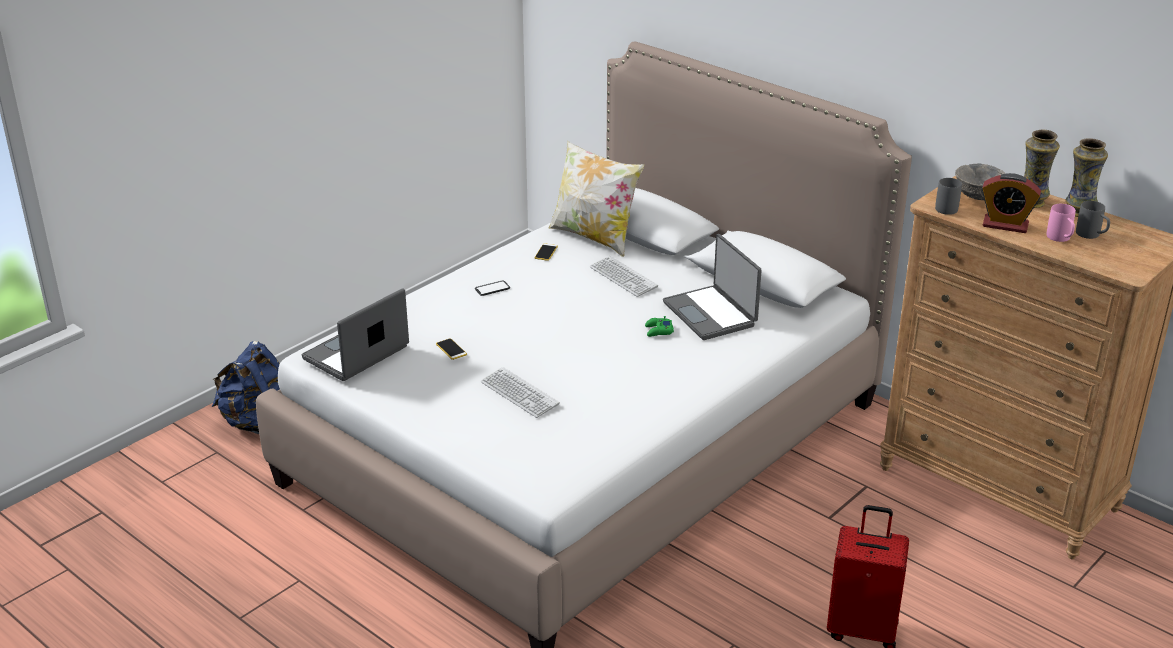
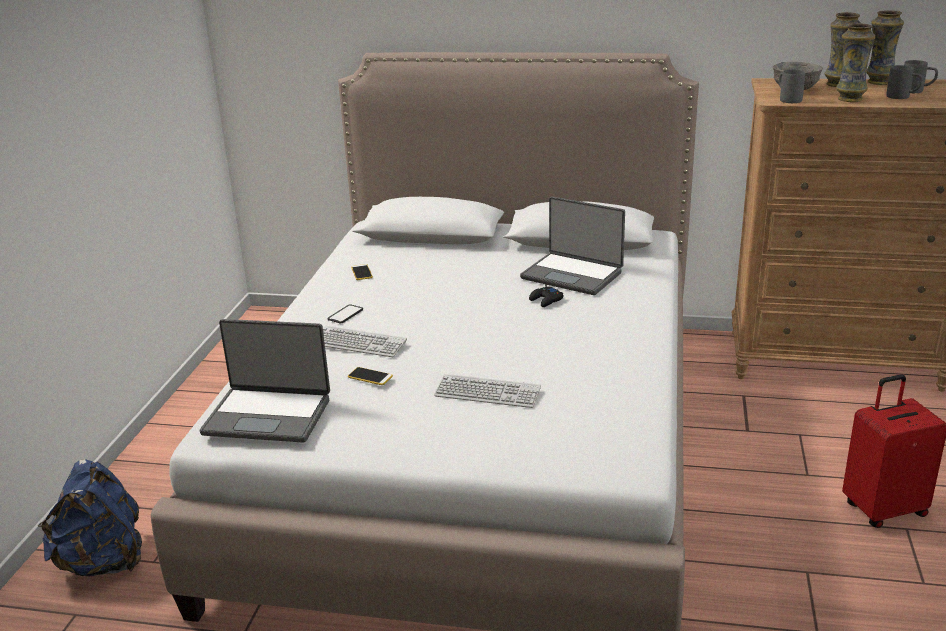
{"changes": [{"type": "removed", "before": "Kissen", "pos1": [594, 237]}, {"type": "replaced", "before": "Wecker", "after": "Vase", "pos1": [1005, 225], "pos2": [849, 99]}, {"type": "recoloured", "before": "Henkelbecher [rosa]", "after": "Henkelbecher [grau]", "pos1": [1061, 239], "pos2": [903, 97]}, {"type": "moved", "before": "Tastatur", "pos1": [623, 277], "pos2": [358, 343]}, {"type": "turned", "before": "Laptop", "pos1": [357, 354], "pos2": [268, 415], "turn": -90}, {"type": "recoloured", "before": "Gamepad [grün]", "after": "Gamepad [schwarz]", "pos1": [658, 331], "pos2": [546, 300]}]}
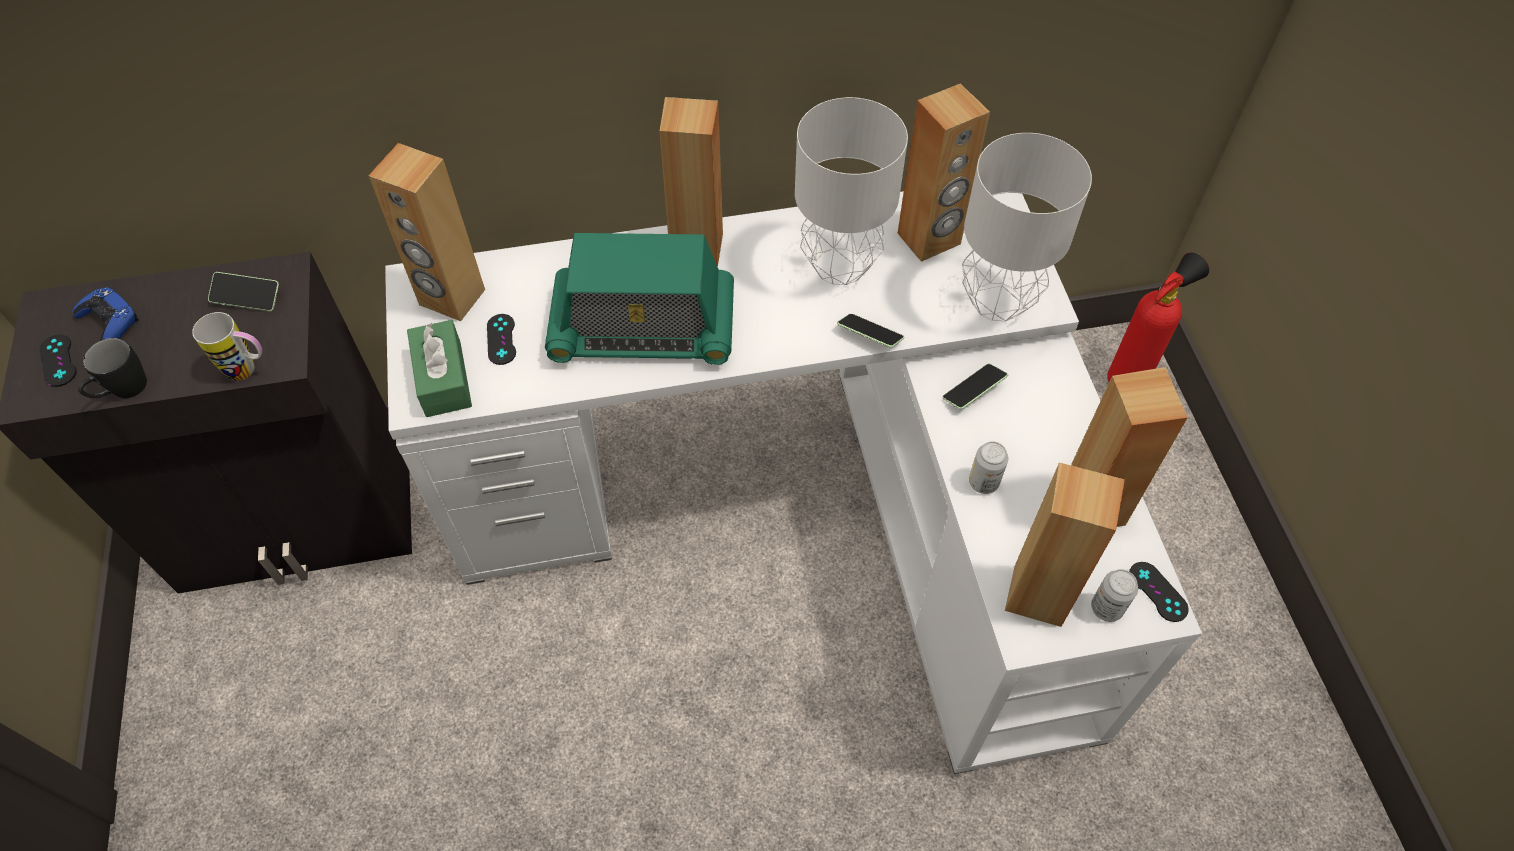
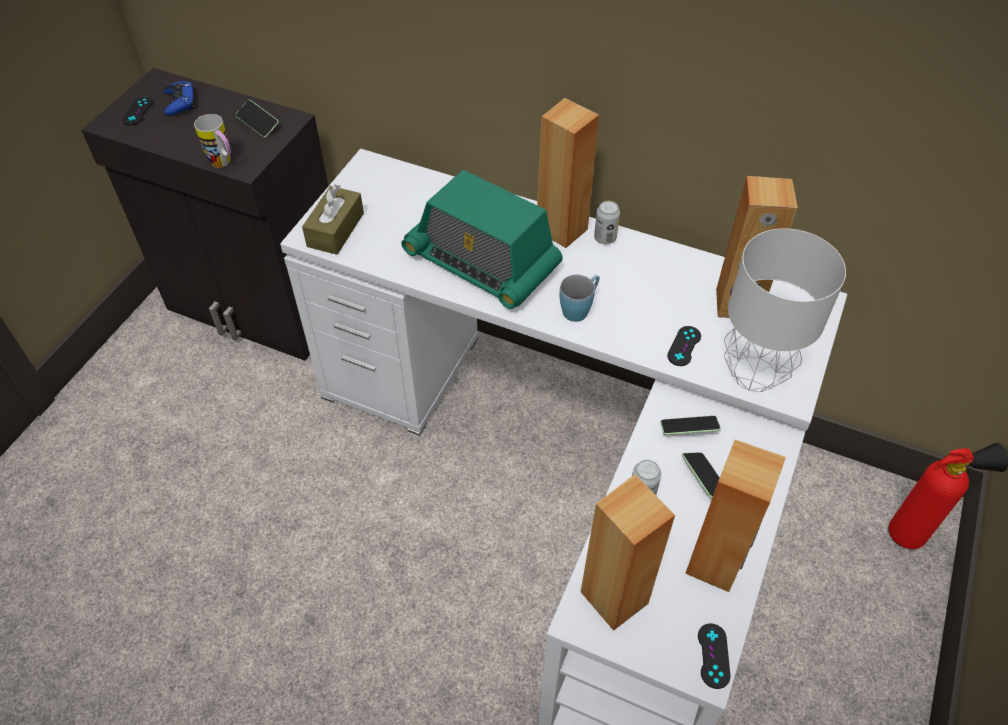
{"changes": [{"type": "removed", "before": "Tischlampe [grau]", "pos1": [839, 268]}, {"type": "removed", "before": "Lautsprecher [braun]", "pos1": [451, 298]}, {"type": "moved", "before": "Gamepad [schwarz]", "pos1": [501, 339], "pos2": [684, 346]}, {"type": "moved", "before": "Handy", "pos1": [869, 336], "pos2": [704, 479]}, {"type": "recoloured", "before": "Taschentuchbox [grün]", "after": "Taschentuchbox [braun]", "pos1": [443, 379], "pos2": [335, 230]}, {"type": "removed", "before": "Henkelbecher [schwarz]", "pos1": [123, 391]}, {"type": "moved", "before": "Dose", "pos1": [1106, 608], "pos2": [605, 238]}, {"type": "added", "after": "Henkelbecher [blau]", "pos2": [579, 308]}]}
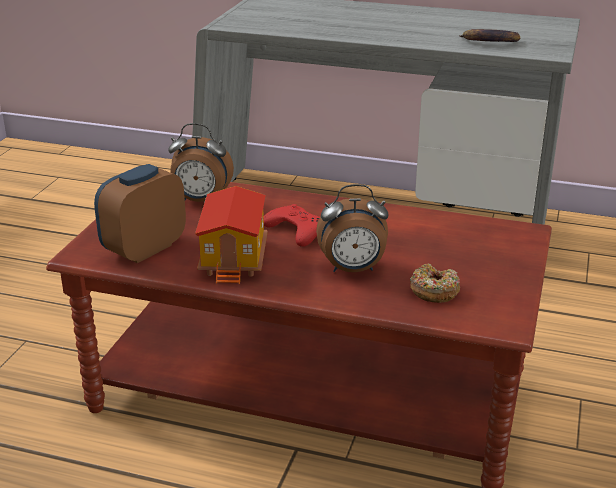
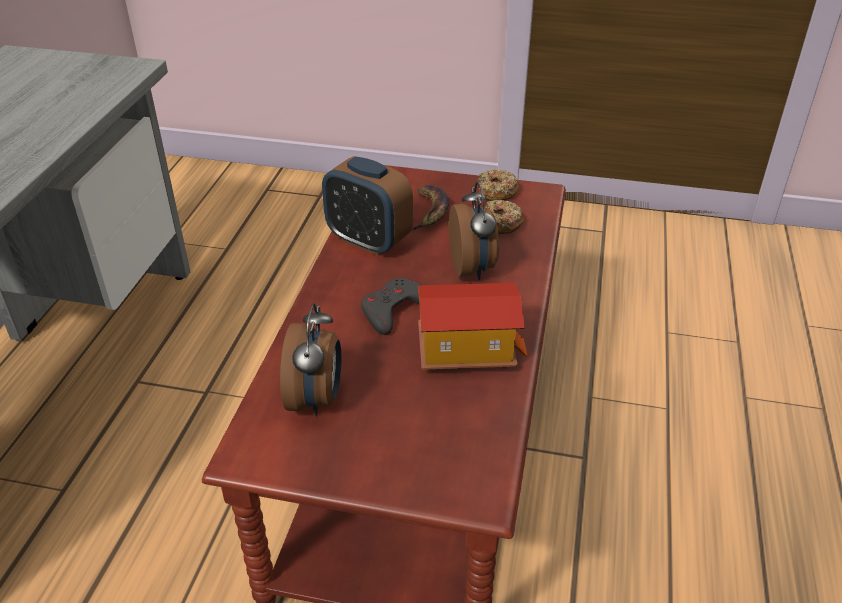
{"changes": [{"type": "moved", "before": "Banane", "pos1": [489, 42], "pos2": [429, 212]}, {"type": "moved", "before": "Wecker", "pos1": [144, 249], "pos2": [368, 240]}, {"type": "recoloured", "before": "Gamepad [rot]", "after": "Gamepad [grau]", "pos1": [295, 230], "pos2": [394, 310]}, {"type": "added", "after": "Donut", "pos2": [496, 192]}]}
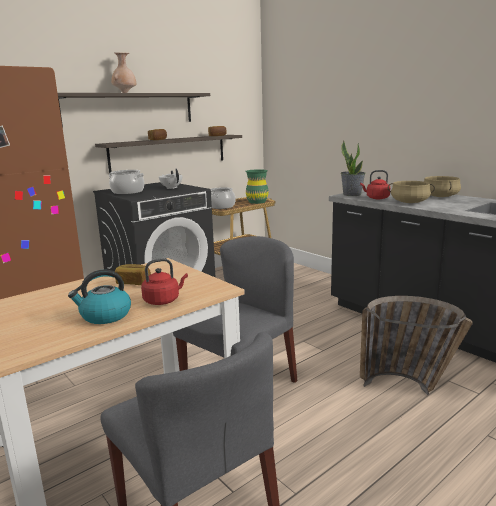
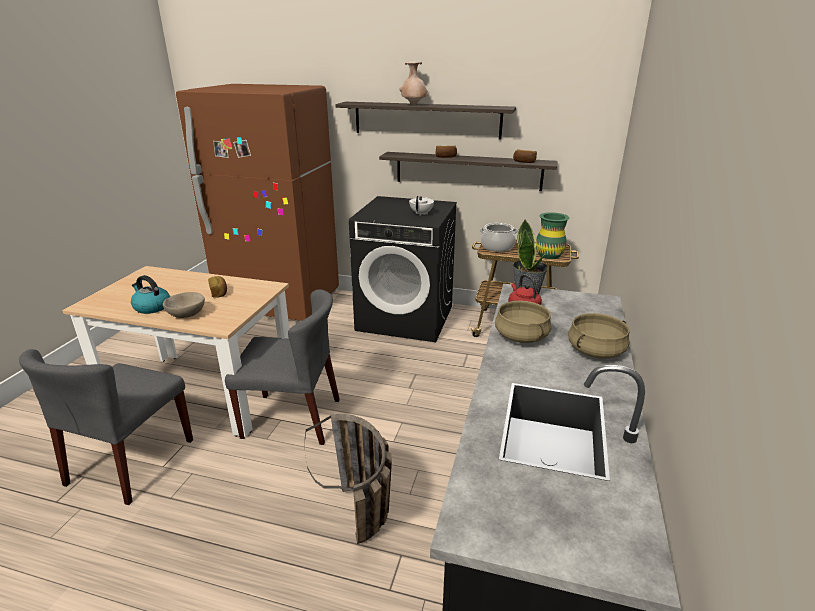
{"changes": [{"type": "removed", "before": "Kochtopf", "pos1": [127, 192]}, {"type": "replaced", "before": "Wasserkessel [rot]", "after": "Schüssel [beige]", "pos1": [163, 300], "pos2": [187, 315]}]}
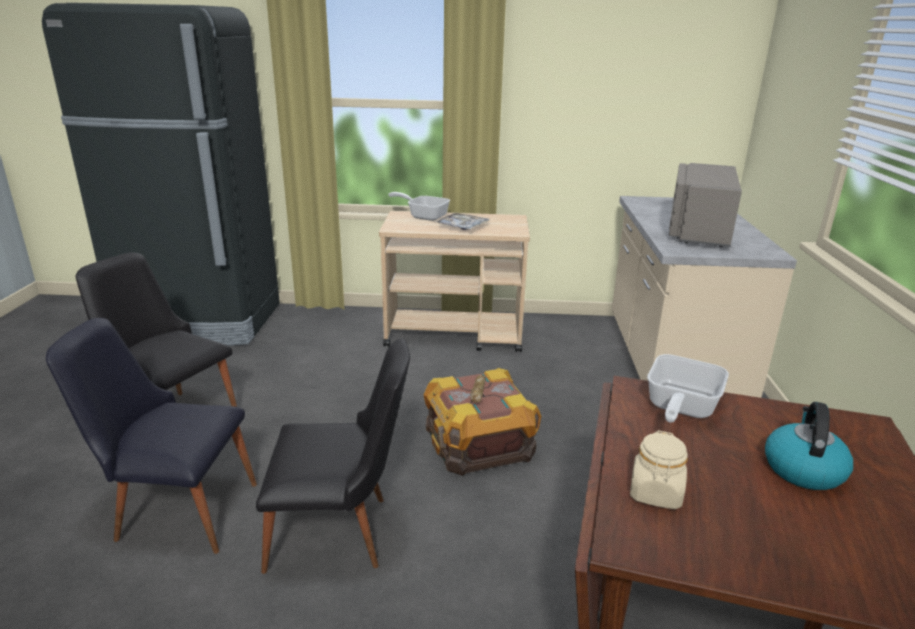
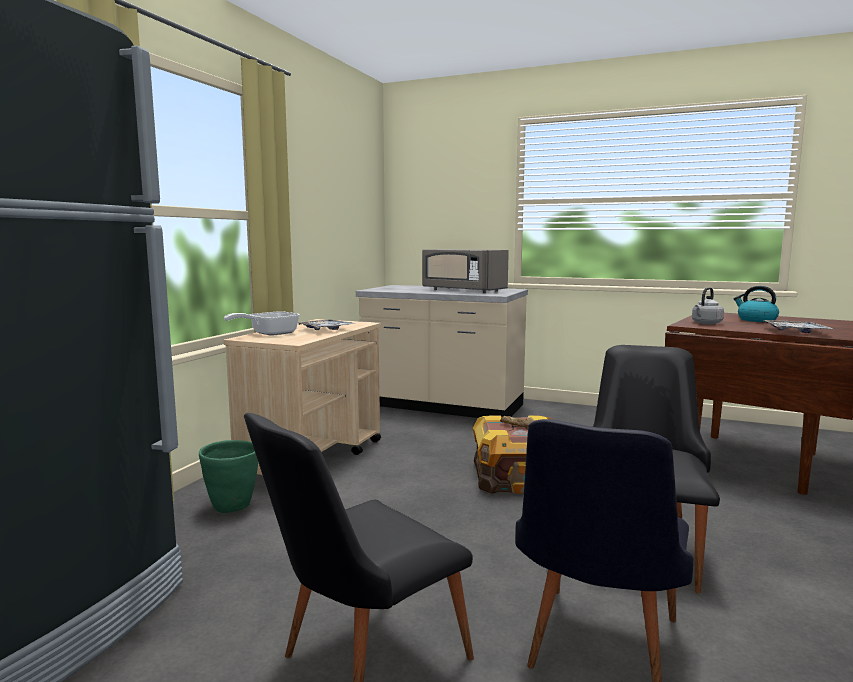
{"changes": [{"type": "replaced", "before": "Pfanne", "after": "Wasserkessel [grau]", "pos1": [679, 408], "pos2": [706, 323]}, {"type": "replaced", "before": "Vorratsglas [beige]", "after": "Tablett", "pos1": [655, 493], "pos2": [795, 331]}, {"type": "added", "after": "Pflanzkübel [grün]", "pos2": [232, 506]}]}
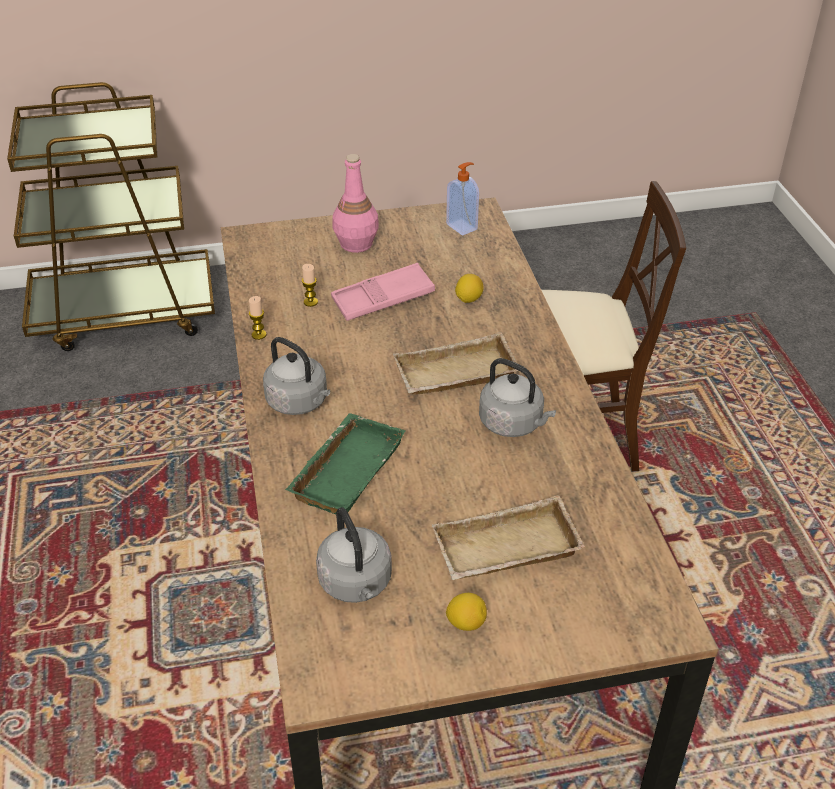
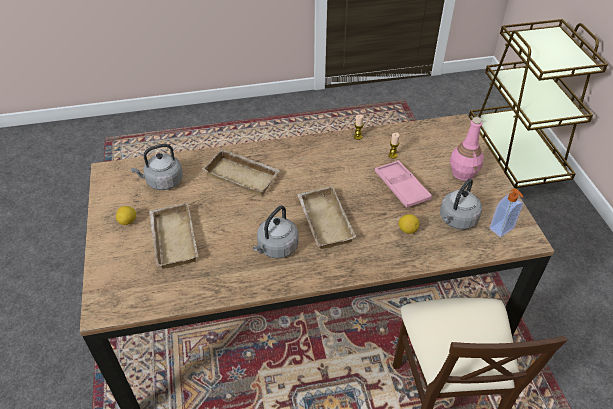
{"changes": [{"type": "moved", "before": "Wasserkessel [grau]", "pos1": [299, 402], "pos2": [457, 220]}, {"type": "recoloured", "before": "Tablett [grün]", "after": "Tablett [beige]", "pos1": [345, 469], "pos2": [243, 175]}]}
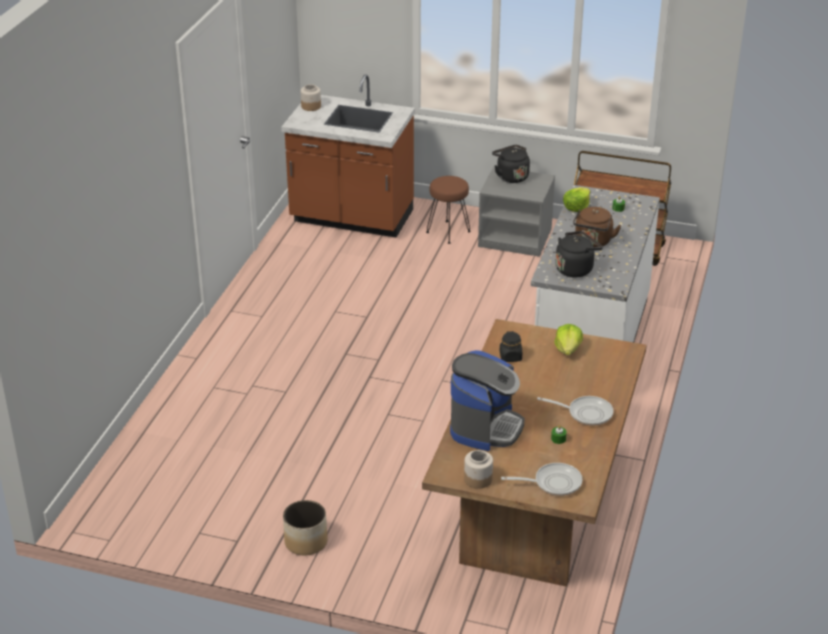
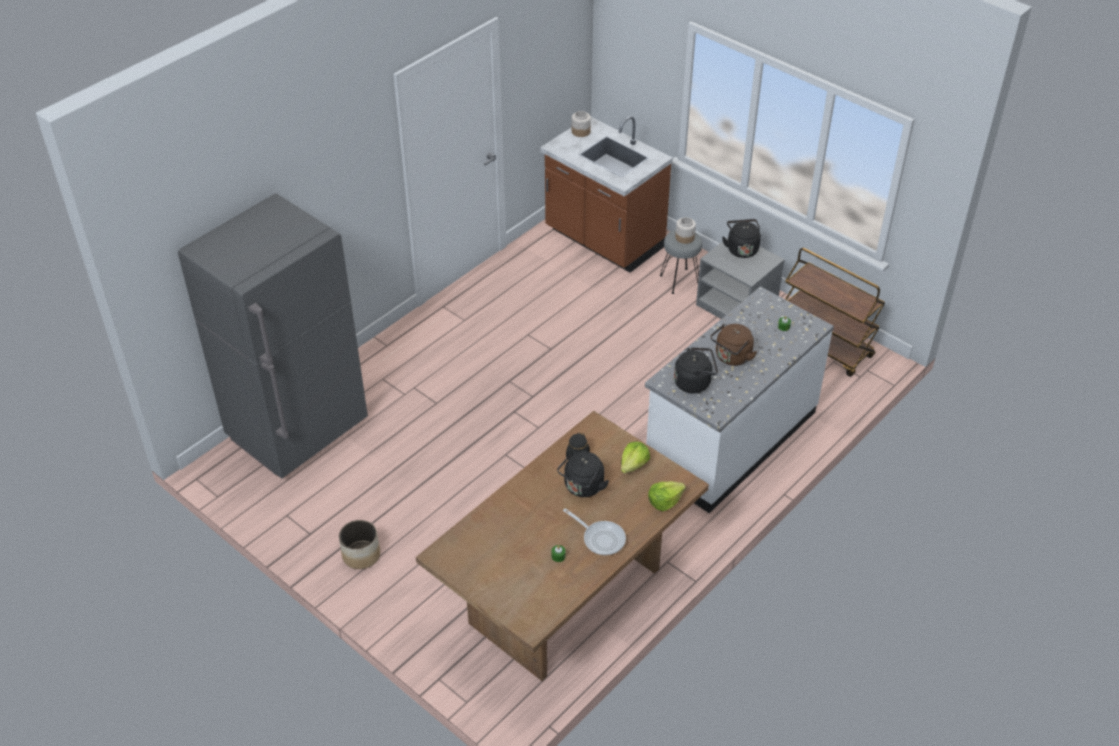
{"changes": [{"type": "recoloured", "before": "Hocker [braun]", "after": "Hocker [grau]", "pos1": [448, 232], "pos2": [679, 281]}, {"type": "moved", "before": "Salatkopf", "pos1": [576, 207], "pos2": [664, 501]}, {"type": "removed", "before": "Kaffeemaschine", "pos1": [485, 427]}, {"type": "moved", "before": "Vorratsglas", "pos1": [478, 479], "pos2": [685, 237]}, {"type": "removed", "before": "Pfanne", "pos1": [553, 483]}, {"type": "added", "after": "Kühlschrank [grau]", "pos2": [299, 432]}, {"type": "added", "after": "Wasserkessel [schwarz]", "pos2": [582, 487]}]}
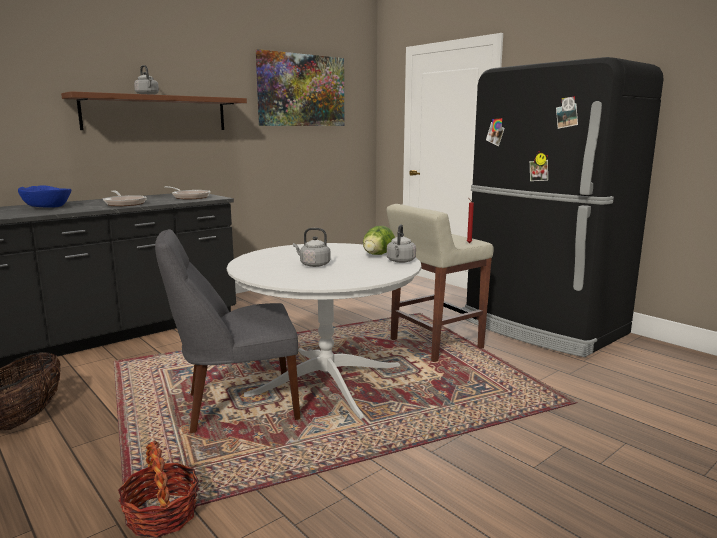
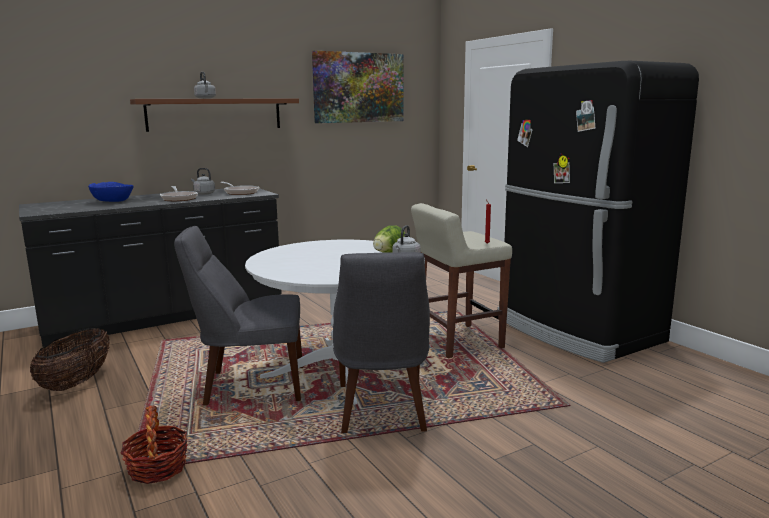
{"changes": [{"type": "moved", "before": "Wasserkessel [grau]", "pos1": [313, 265], "pos2": [203, 193]}, {"type": "added", "after": "Stuhl [grau]", "pos2": [381, 410]}]}
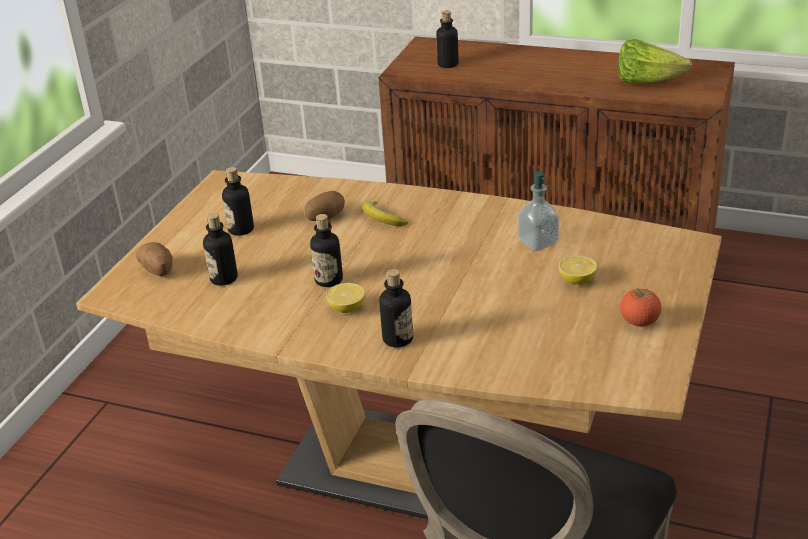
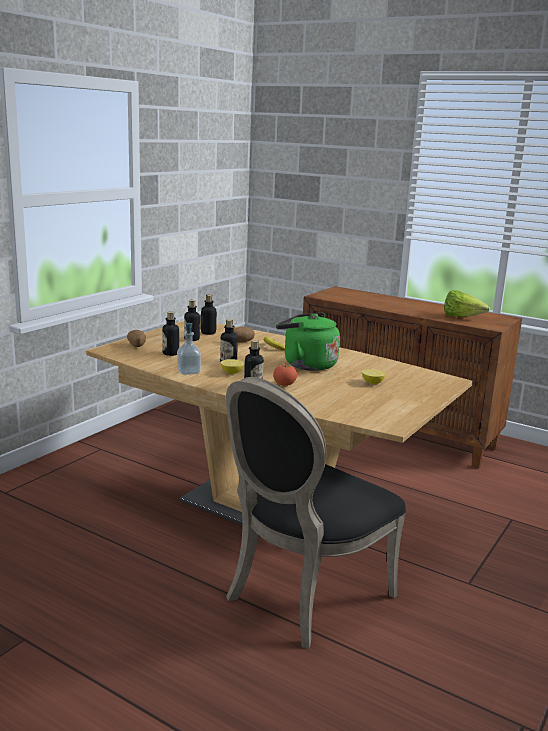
{"changes": [{"type": "moved", "before": "Flasche", "pos1": [448, 64], "pos2": [208, 333]}, {"type": "moved", "before": "Seifenspender", "pos1": [537, 242], "pos2": [188, 372]}, {"type": "moved", "before": "Tomate", "pos1": [639, 322], "pos2": [284, 385]}, {"type": "added", "after": "Wasserkessel [grün]", "pos2": [306, 364]}]}
